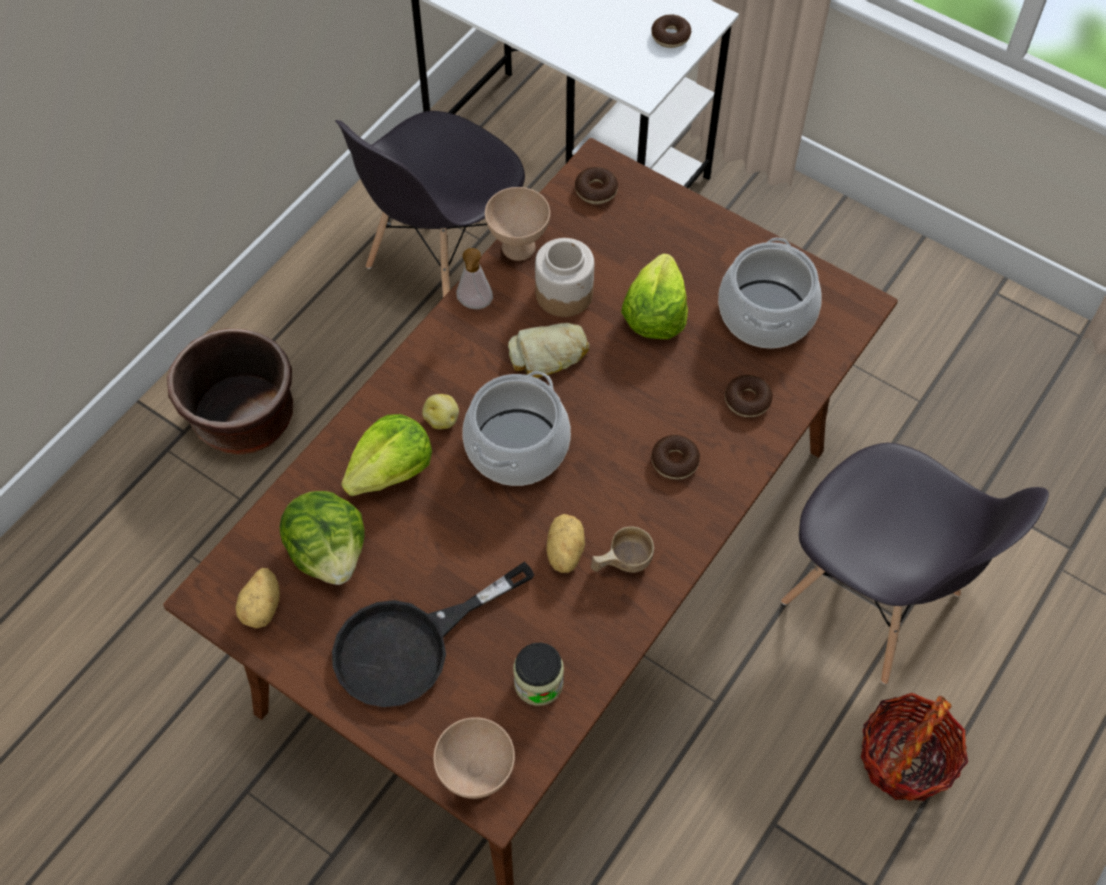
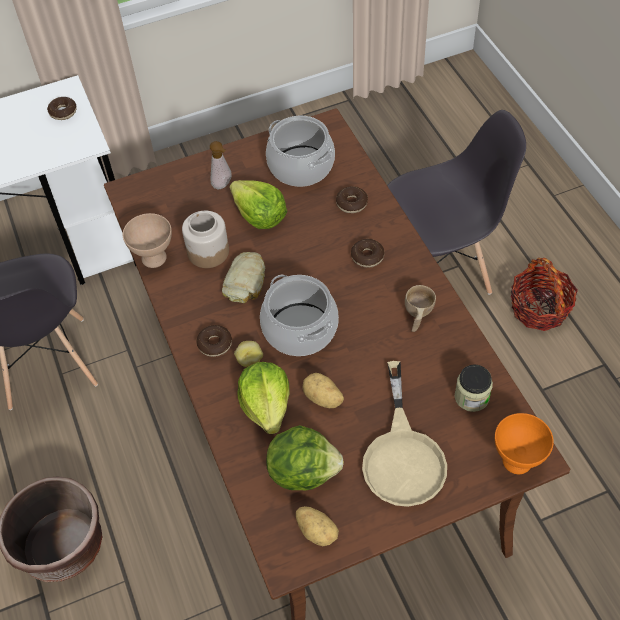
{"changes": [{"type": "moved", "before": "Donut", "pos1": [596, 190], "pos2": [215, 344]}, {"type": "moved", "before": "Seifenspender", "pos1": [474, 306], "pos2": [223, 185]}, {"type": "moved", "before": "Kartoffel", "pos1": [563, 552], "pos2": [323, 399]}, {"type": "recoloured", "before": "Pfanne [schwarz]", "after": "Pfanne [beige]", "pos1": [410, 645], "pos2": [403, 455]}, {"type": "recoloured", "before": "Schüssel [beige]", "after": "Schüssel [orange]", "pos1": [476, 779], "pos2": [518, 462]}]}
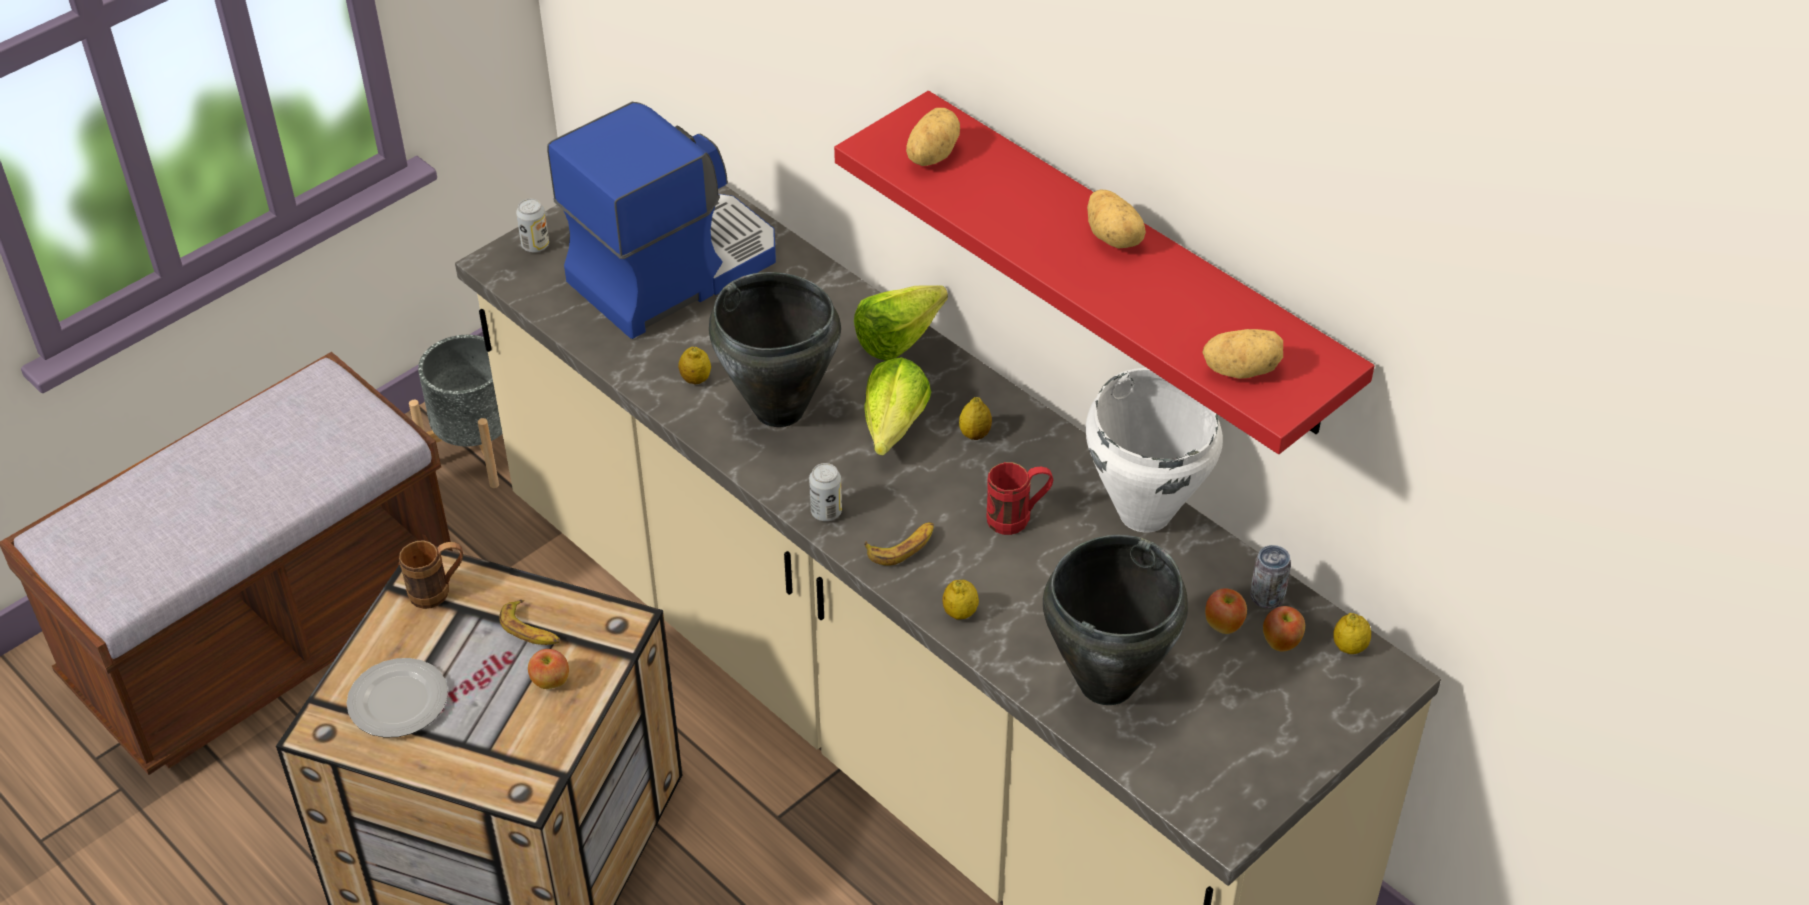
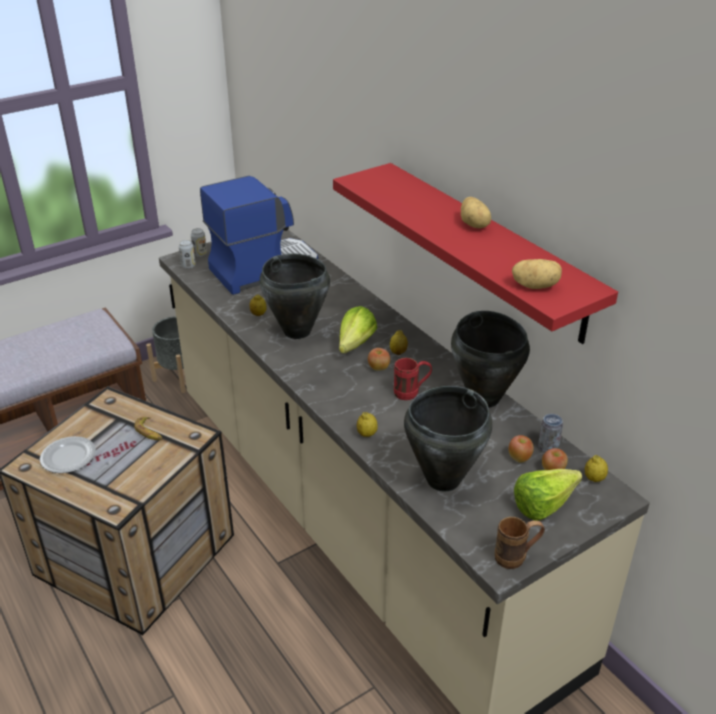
{"changes": [{"type": "removed", "before": "Kartoffel", "pos1": [930, 155]}, {"type": "moved", "before": "Salatkopf", "pos1": [906, 338], "pos2": [549, 504]}, {"type": "recoloured", "before": "Kochtopf [weiß]", "after": "Kochtopf [schwarz]", "pos1": [1145, 512], "pos2": [484, 398]}, {"type": "moved", "before": "Dose", "pos1": [826, 512], "pos2": [188, 266]}, {"type": "removed", "before": "Banane", "pos1": [902, 547]}, {"type": "moved", "before": "Henkelbecher [braun]", "pos1": [439, 592], "pos2": [516, 557]}, {"type": "moved", "before": "Apfel", "pos1": [550, 682], "pos2": [378, 368]}]}
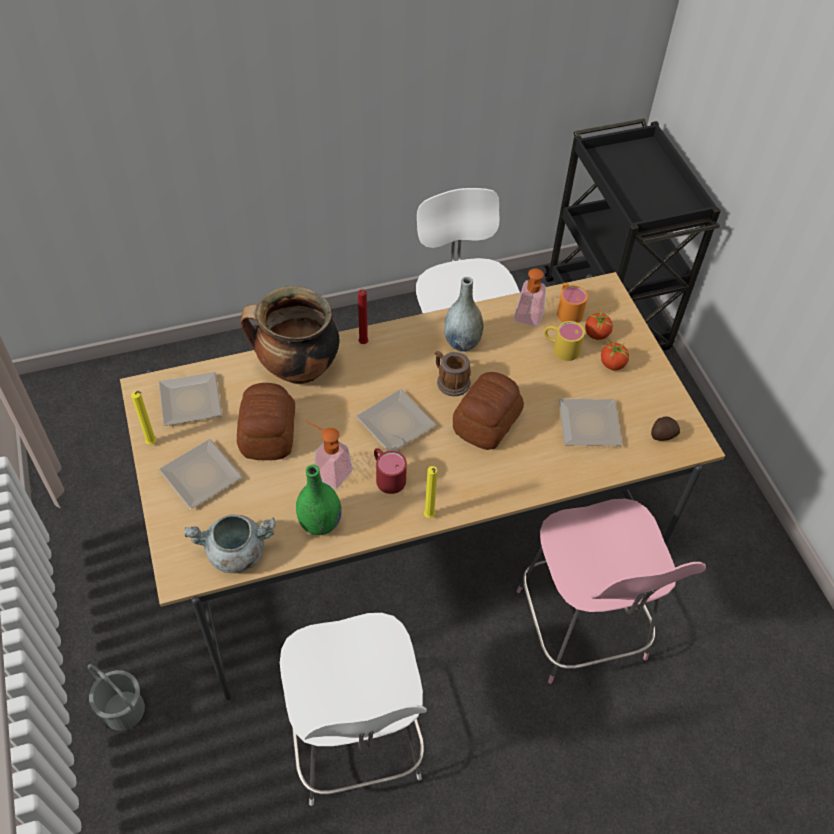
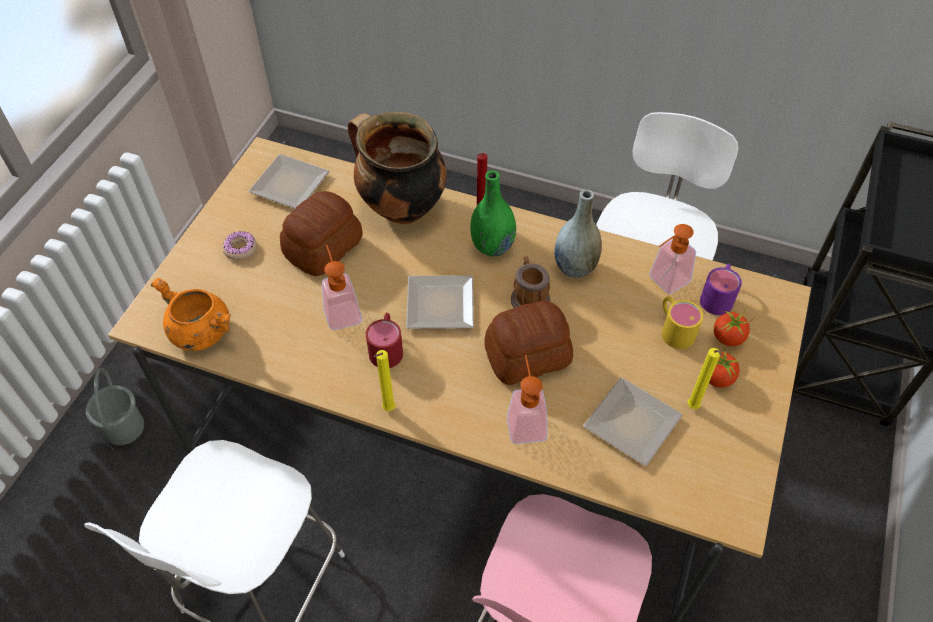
{"changes": [{"type": "recoloured", "before": "Henkelbecher [orange]", "after": "Henkelbecher [lila]", "pos1": [567, 310], "pos2": [718, 296]}, {"type": "moved", "before": "Kerze [gelb]", "pos1": [153, 444], "pos2": [693, 408]}, {"type": "removed", "before": "Kartoffel", "pos1": [662, 435]}, {"type": "replaced", "before": "Teller", "after": "Donut", "pos1": [201, 473], "pos2": [240, 249]}, {"type": "moved", "before": "Vase [grün]", "pos1": [320, 523], "pos2": [492, 247]}, {"type": "recoloured", "before": "Kochtopf [grau]", "after": "Kochtopf [orange]", "pos1": [236, 553], "pos2": [200, 332]}, {"type": "added", "after": "Seifenspender", "pos2": [525, 421]}]}
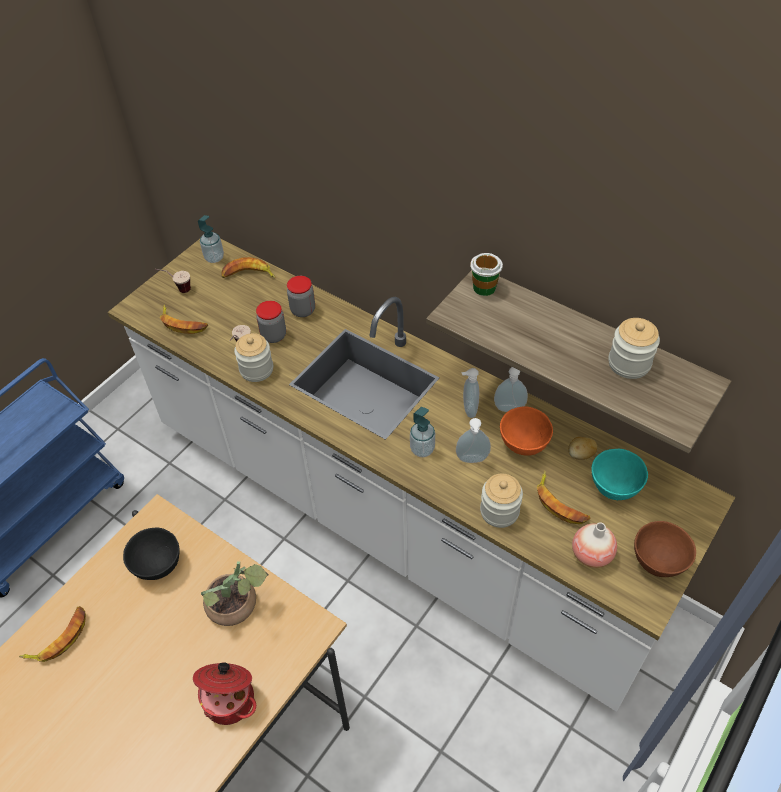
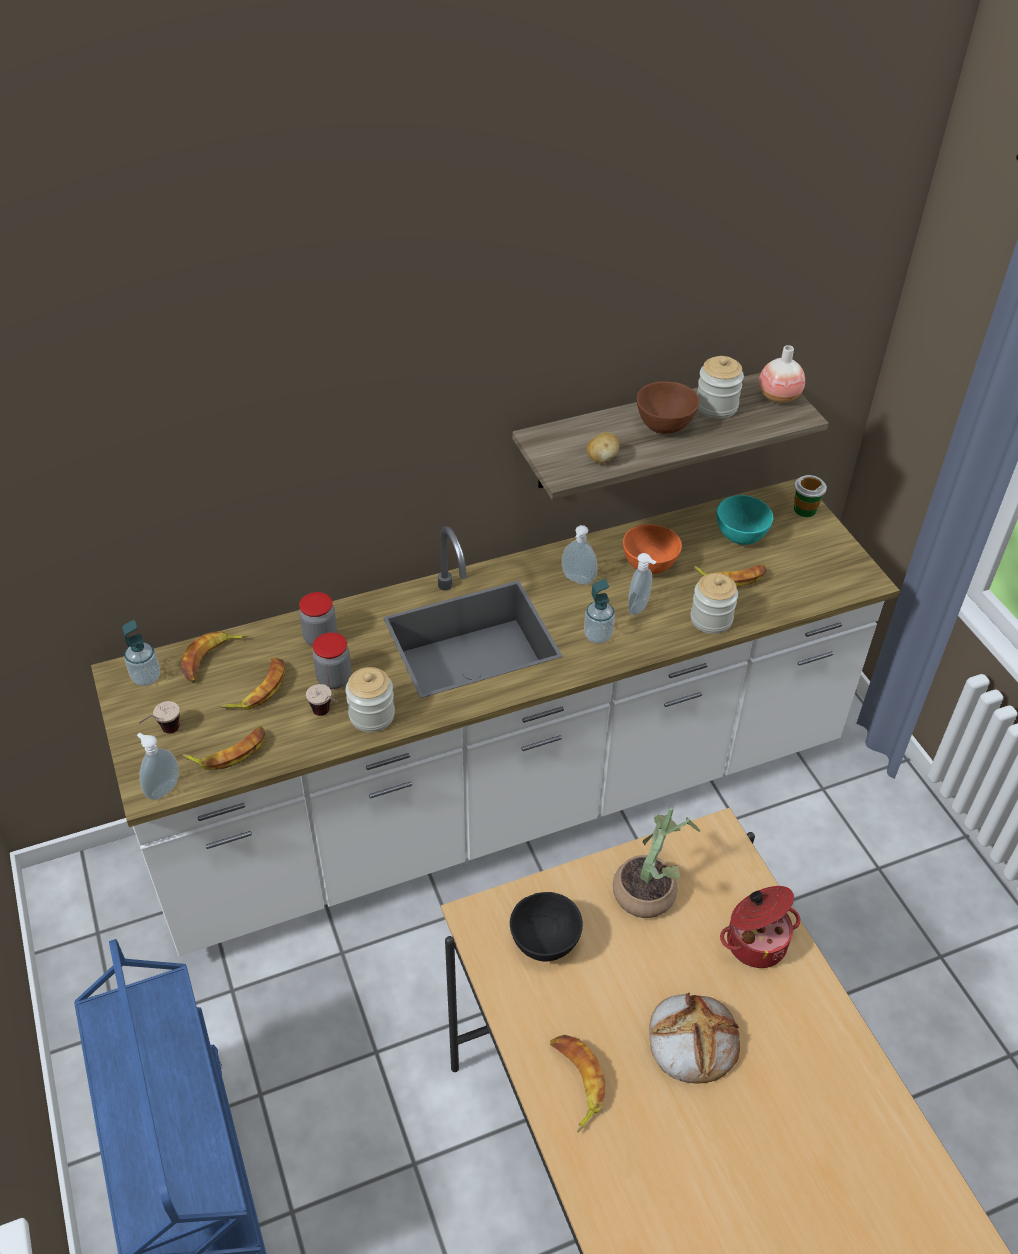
{"changes": [{"type": "moved", "before": "Tasse", "pos1": [484, 287], "pos2": [804, 509]}, {"type": "moved", "before": "Seifenspender", "pos1": [509, 407], "pos2": [162, 789]}, {"type": "moved", "before": "Kartoffel", "pos1": [580, 455], "pos2": [602, 459]}, {"type": "moved", "before": "Schüssel [braun]", "pos1": [659, 562], "pos2": [665, 426]}, {"type": "moved", "before": "Vase", "pos1": [591, 554], "pos2": [778, 397]}, {"type": "added", "after": "Banane", "pos2": [258, 689]}, {"type": "added", "after": "Brot", "pos2": [692, 1040]}]}
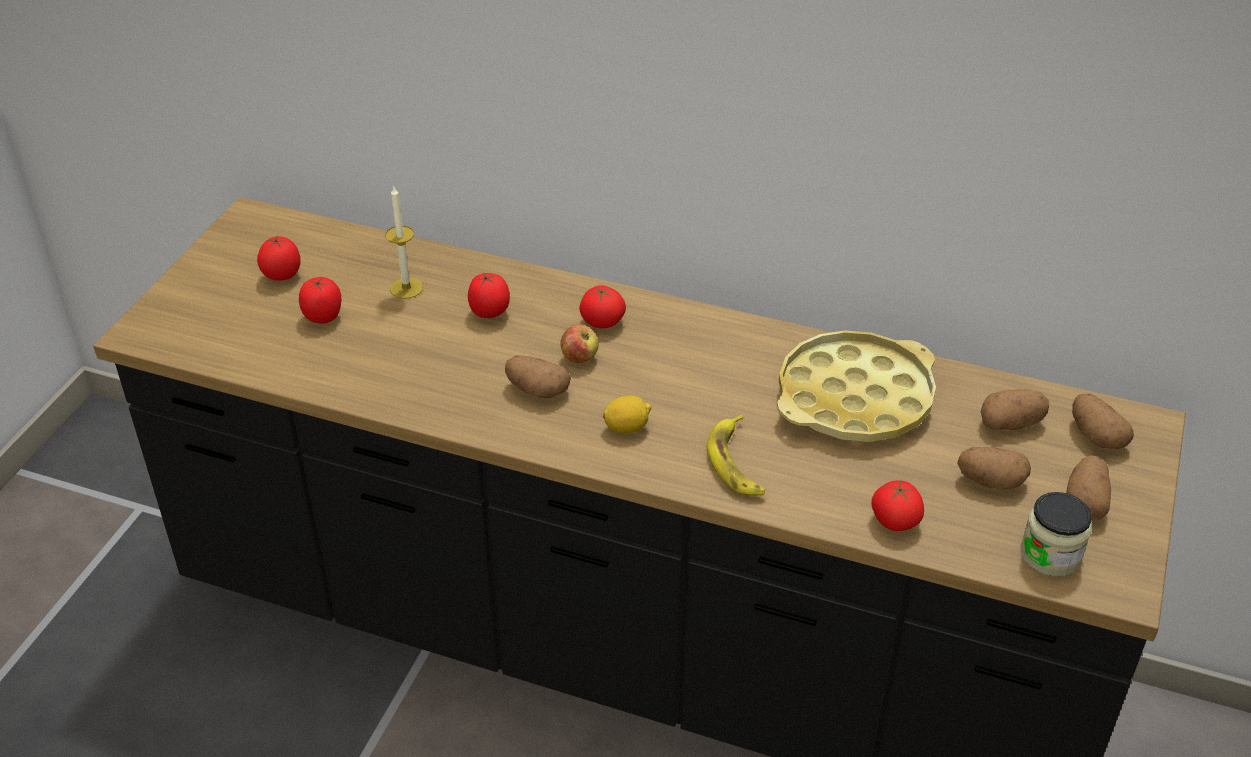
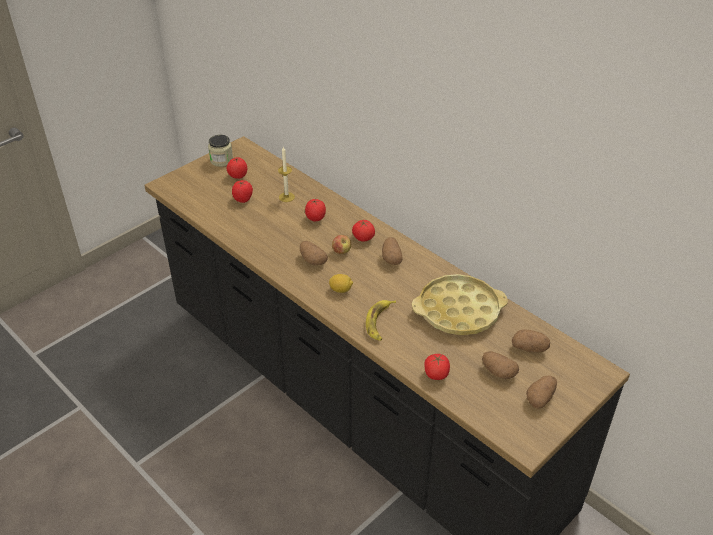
{"changes": [{"type": "moved", "before": "Kartoffel", "pos1": [1095, 436], "pos2": [391, 258]}, {"type": "moved", "before": "Vorratsglas", "pos1": [1050, 555], "pos2": [221, 160]}]}
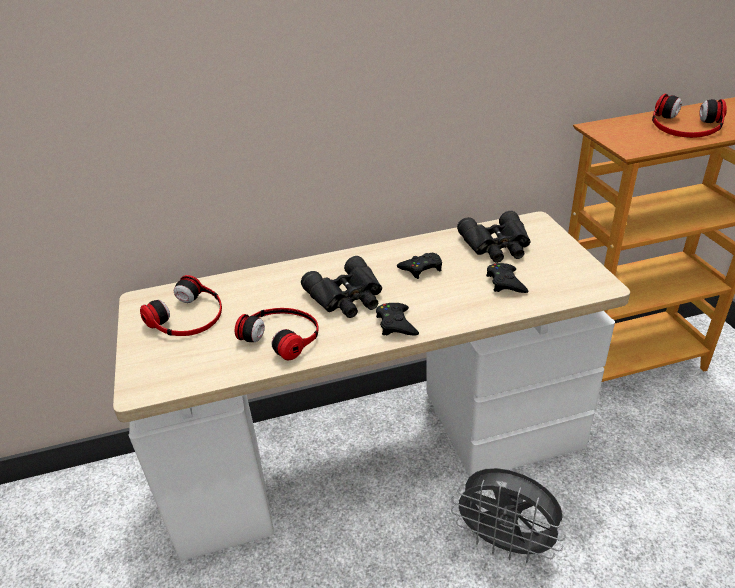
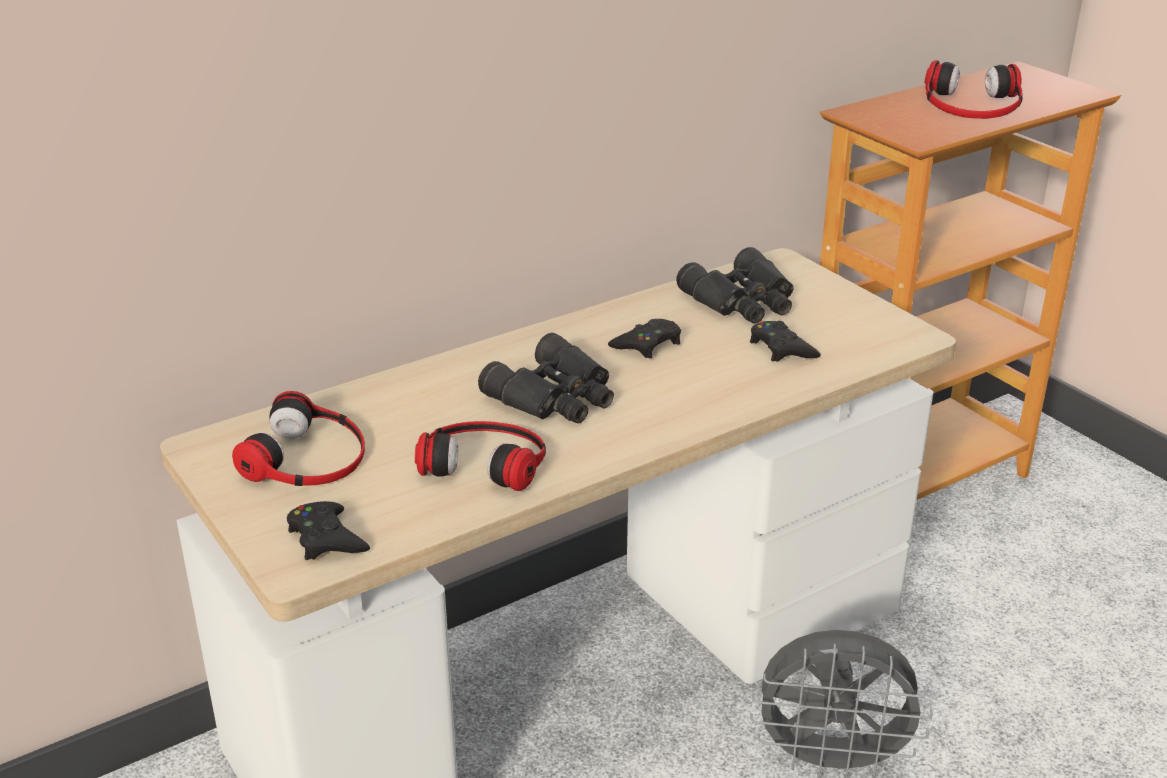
{"changes": [{"type": "moved", "before": "Gamepad [schwarz]", "pos1": [396, 324], "pos2": [326, 538]}]}
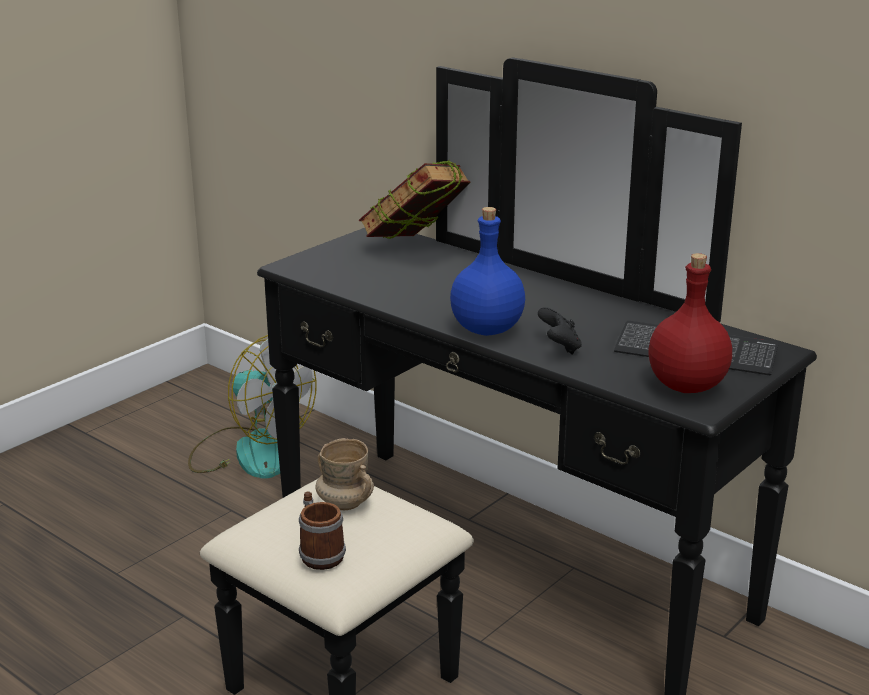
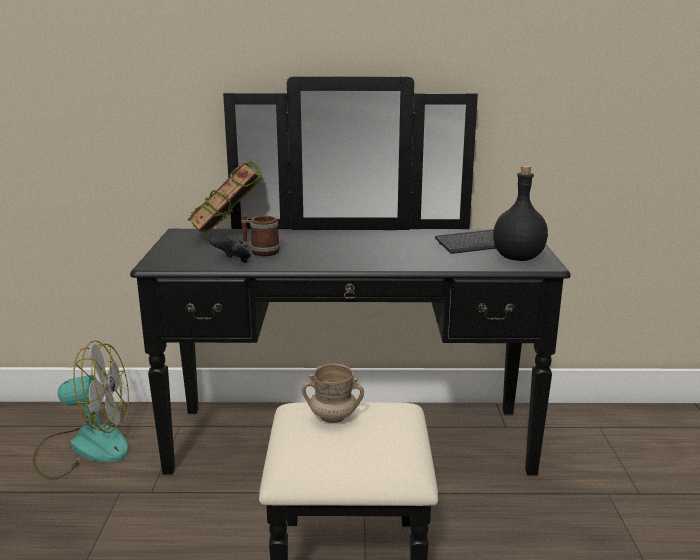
{"changes": [{"type": "removed", "before": "Flasche [blau]", "pos1": [486, 329]}, {"type": "recoloured", "before": "Flasche [rot]", "after": "Flasche [schwarz]", "pos1": [685, 386], "pos2": [517, 258]}, {"type": "moved", "before": "Gamepad [schwarz]", "pos1": [559, 347], "pos2": [233, 261]}, {"type": "moved", "before": "Henkelbecher", "pos1": [319, 553], "pos2": [260, 251]}]}
